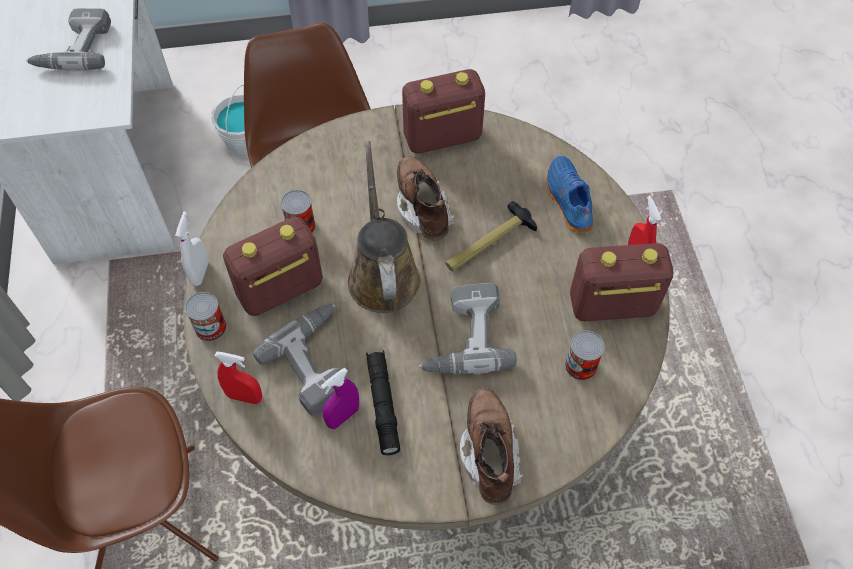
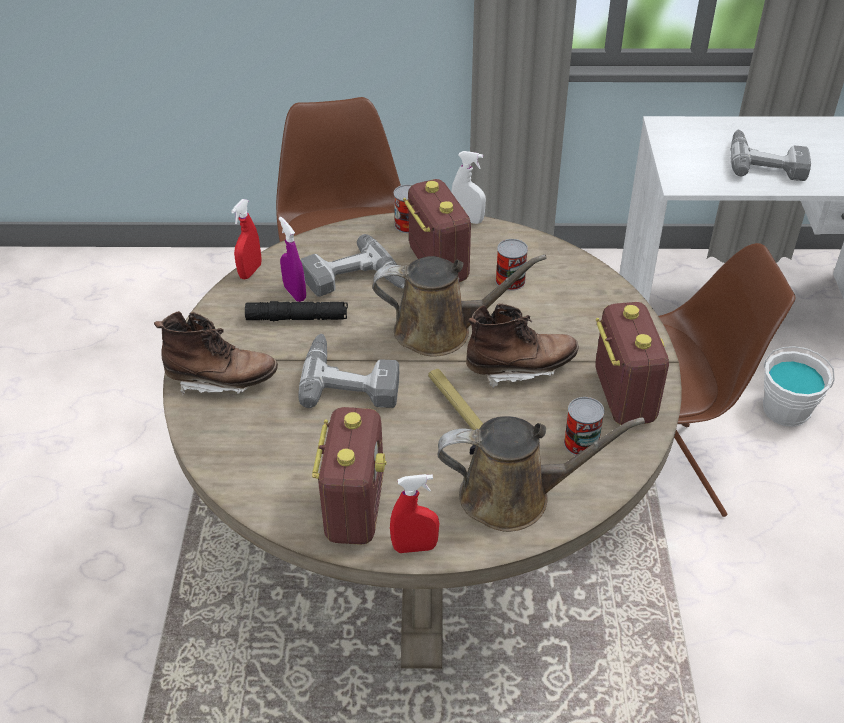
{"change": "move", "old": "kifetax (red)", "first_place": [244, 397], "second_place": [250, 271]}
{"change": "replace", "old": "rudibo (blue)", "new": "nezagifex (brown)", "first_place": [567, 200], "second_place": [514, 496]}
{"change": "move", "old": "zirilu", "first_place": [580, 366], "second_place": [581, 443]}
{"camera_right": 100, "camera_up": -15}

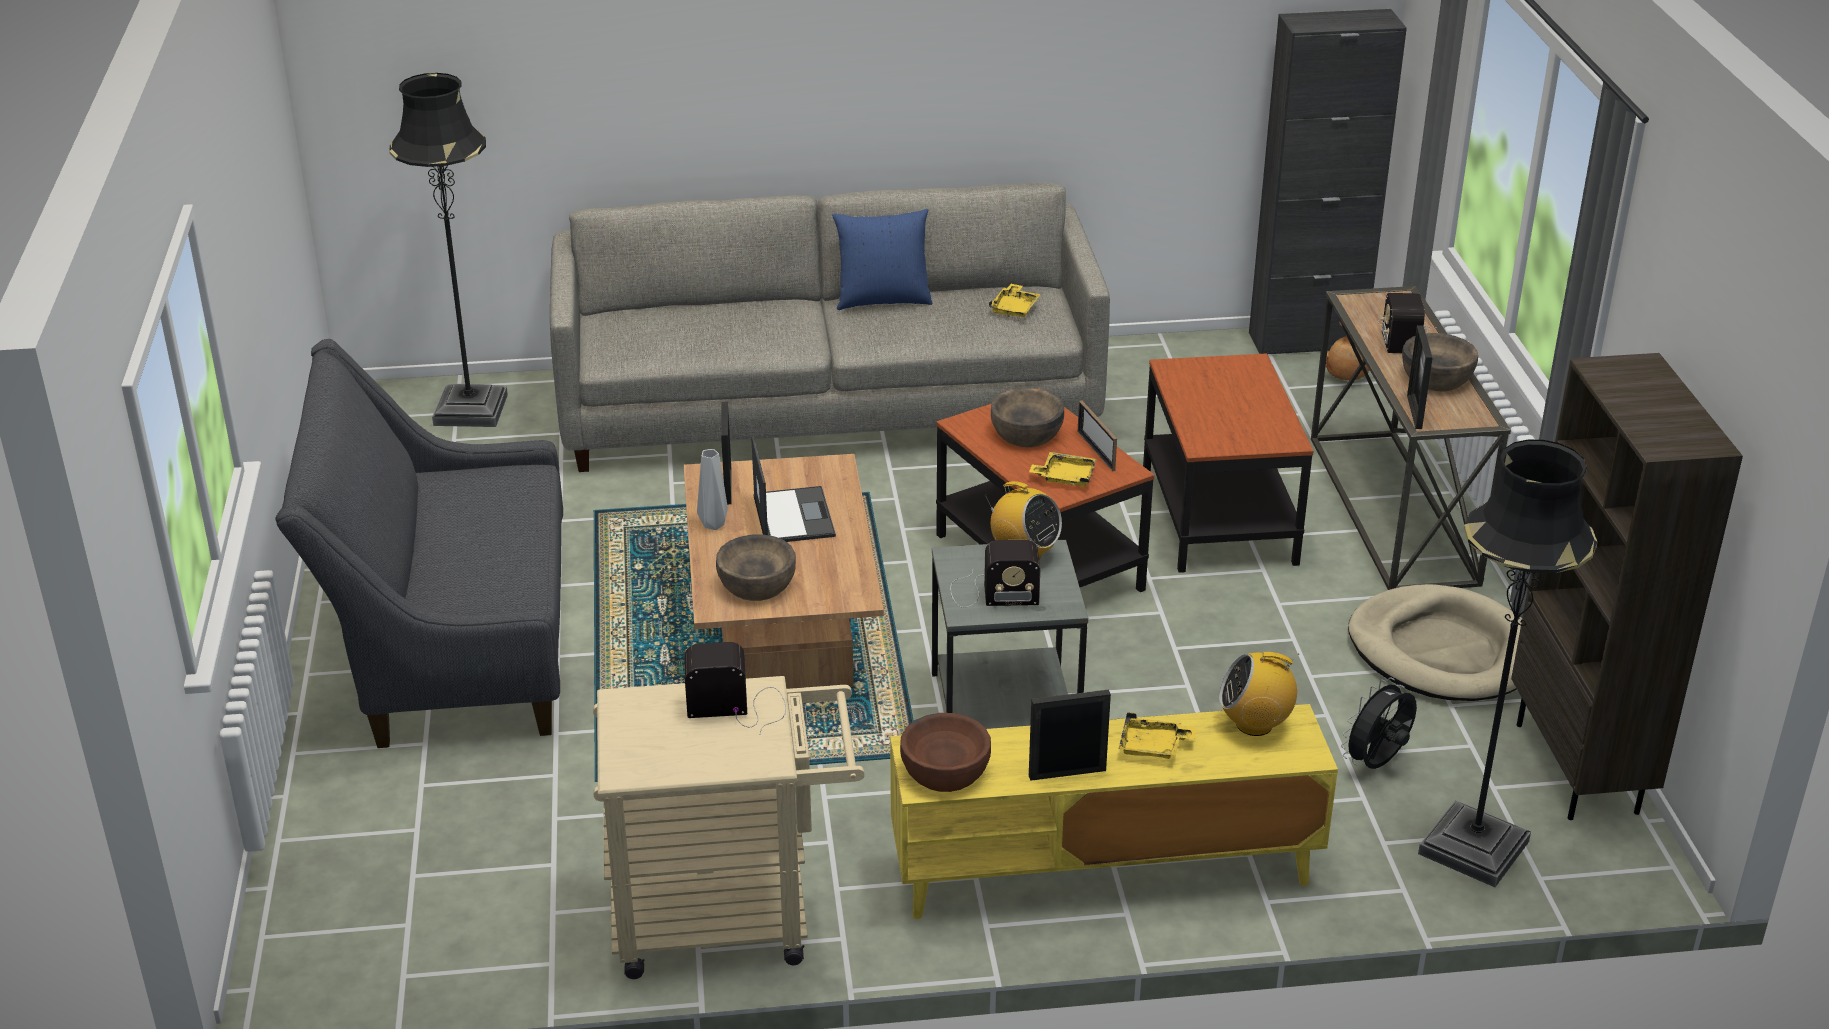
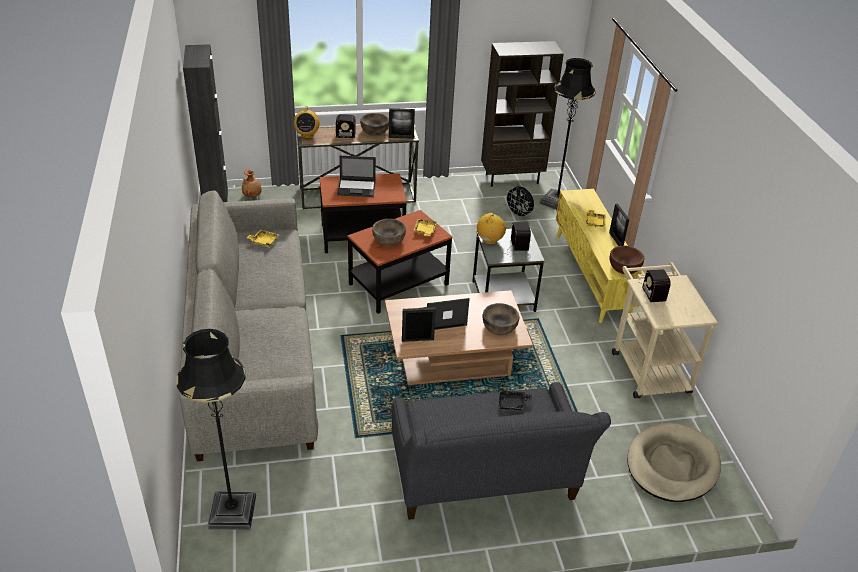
{"change": "delete", "old": "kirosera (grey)", "first_place": [715, 525]}
{"change": "delete", "old": "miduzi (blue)", "first_place": [883, 300]}
{"change": "delete", "old": "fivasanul", "first_place": [1096, 451]}
{"change": "move", "old": "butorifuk", "first_place": [1255, 724], "second_place": [307, 135]}
{"change": "move", "old": "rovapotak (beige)", "first_place": [1443, 651], "second_place": [672, 465]}
{"change": "insert", "new": "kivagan", "second_place": [357, 188]}
{"change": "insert", "new": "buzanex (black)", "second_place": [512, 404]}
{"camera_right": -95, "camera_up": 5}

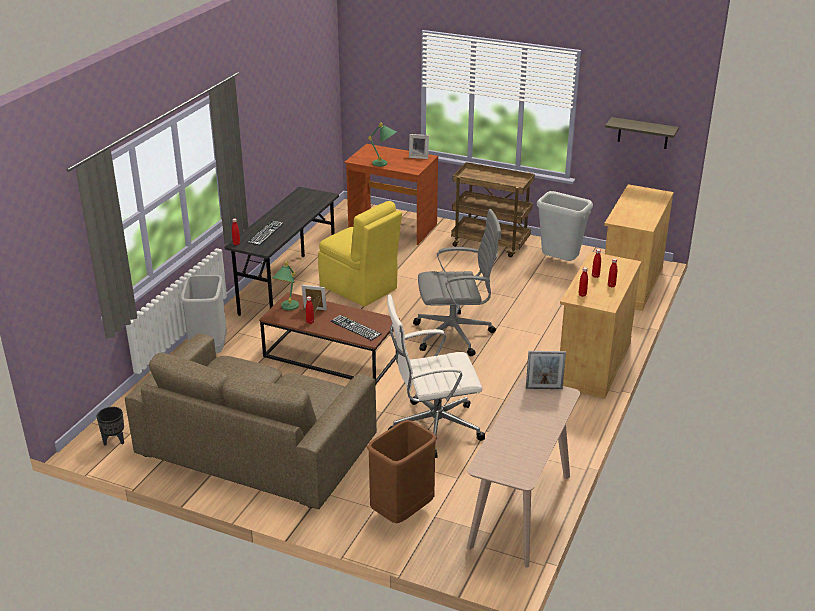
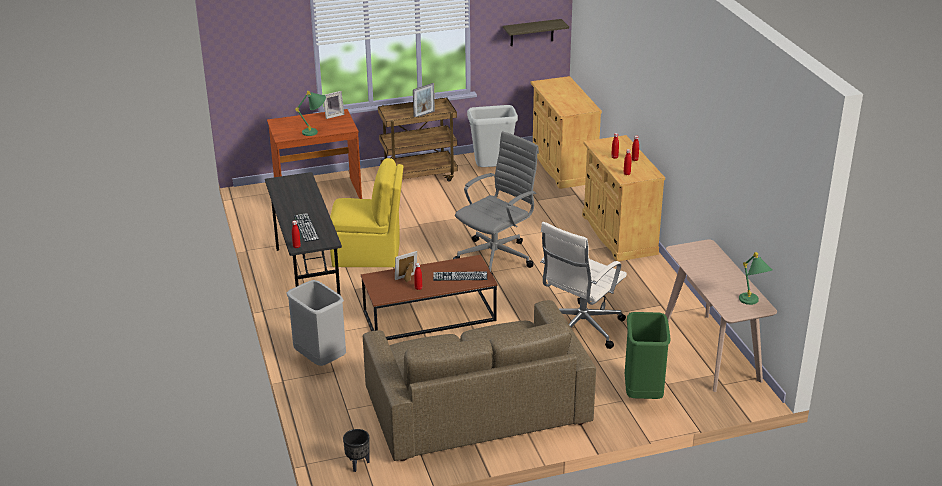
{"change": "move", "old": "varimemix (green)", "first_place": [287, 309], "second_place": [752, 303]}
{"change": "recolor", "old": "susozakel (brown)", "new": "susozakel (green)", "first_place": [402, 512], "second_place": [643, 393]}
{"change": "move", "old": "fivasanul", "first_place": [544, 388], "second_place": [424, 114]}
{"camera_right": -40, "camera_up": 0}

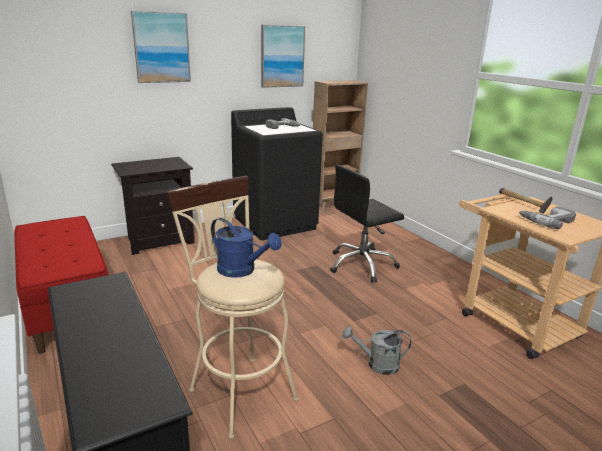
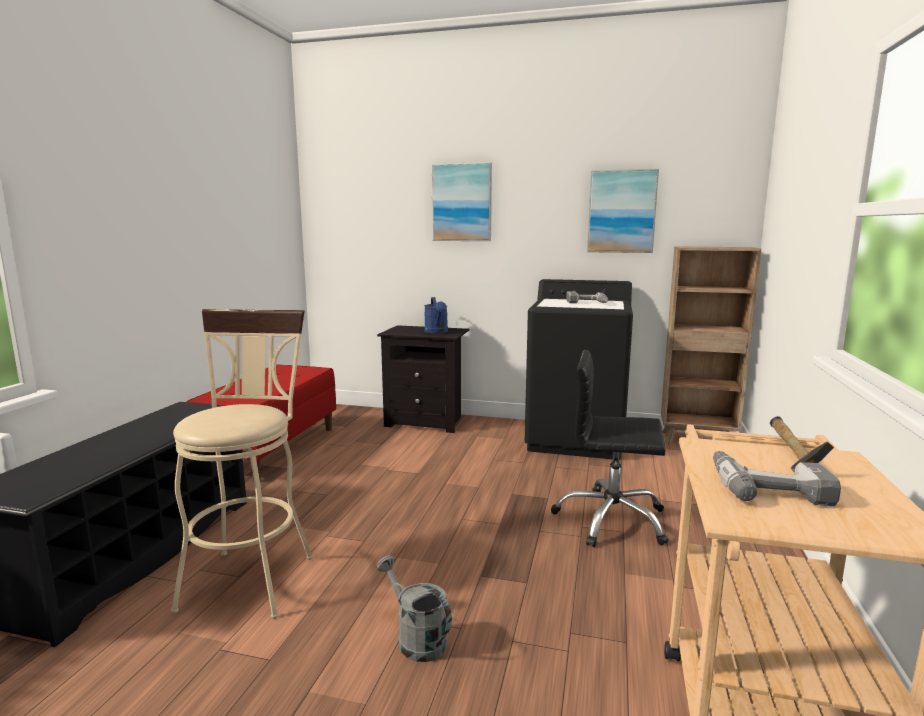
{"change": "move", "old": "nezagifex (blue)", "first_place": [242, 271], "second_place": [437, 332]}
{"camera_right": 45, "camera_up": -10}

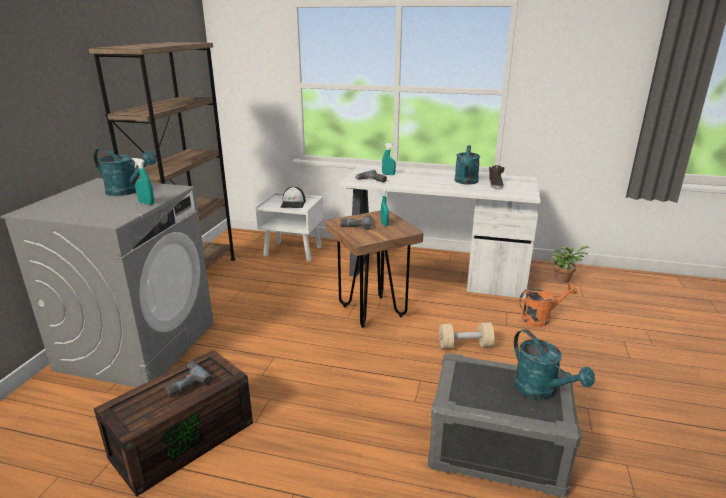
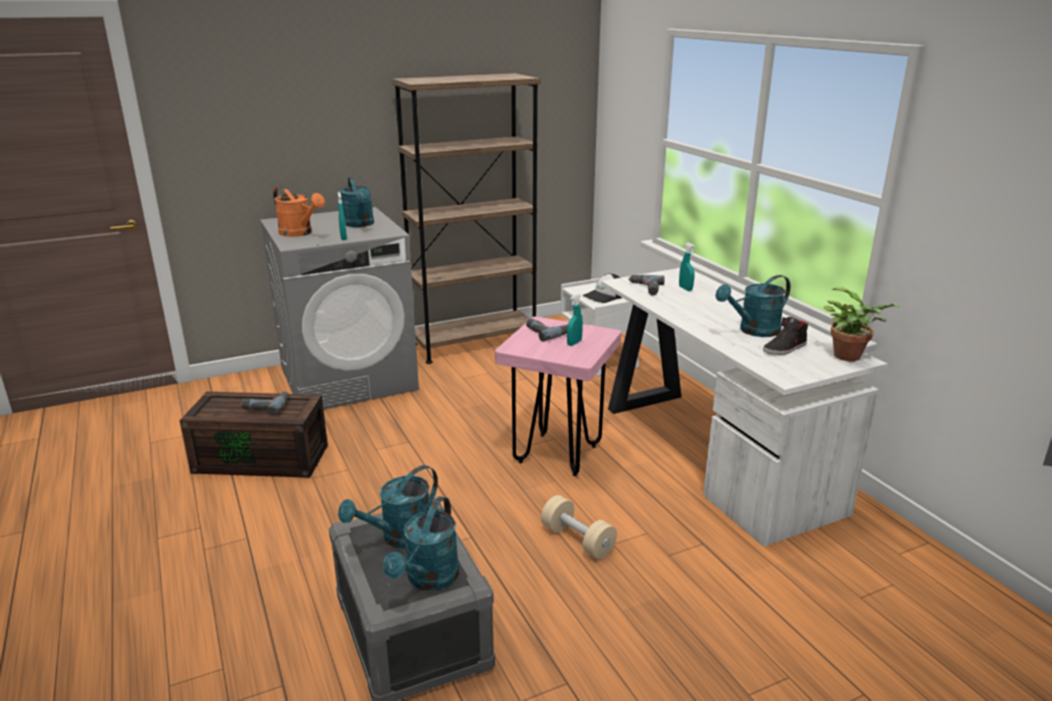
{"change": "recolor", "old": "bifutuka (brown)", "new": "bifutuka (pink)", "first_place": [372, 311], "second_place": [557, 454]}
{"change": "move", "old": "nezagifex (orange)", "first_place": [540, 318], "second_place": [300, 233]}
{"change": "move", "old": "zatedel", "first_place": [563, 279], "second_place": [851, 356]}
{"change": "insert", "new": "nezagifex (turquoise)", "second_place": [399, 537]}
{"camera_right": 50, "camera_up": 0}

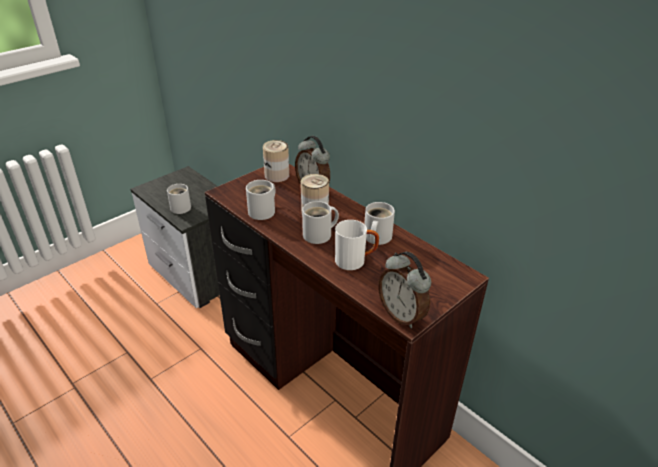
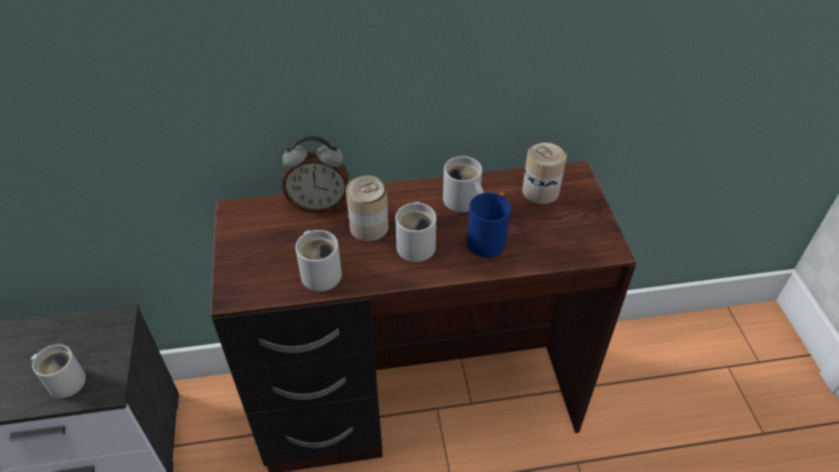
{"change": "move", "old": "zirilu", "first_place": [277, 175], "second_place": [540, 191]}
{"change": "recolor", "old": "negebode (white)", "new": "negebode (blue)", "first_place": [356, 261], "second_place": [489, 239]}
{"change": "delete", "old": "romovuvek", "first_place": [402, 315]}
{"camera_right": -55, "camera_up": 10}

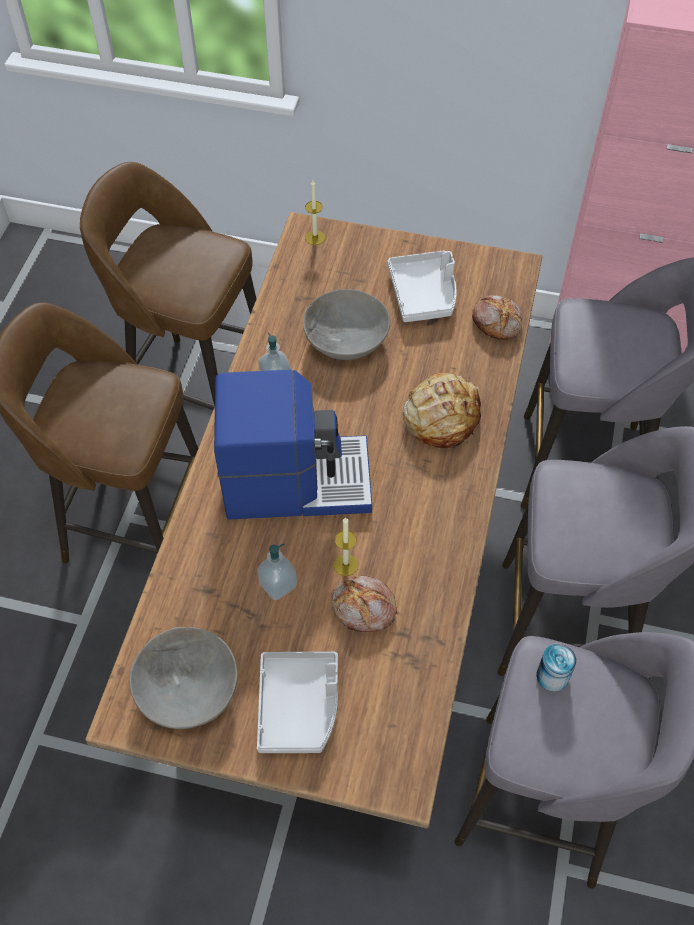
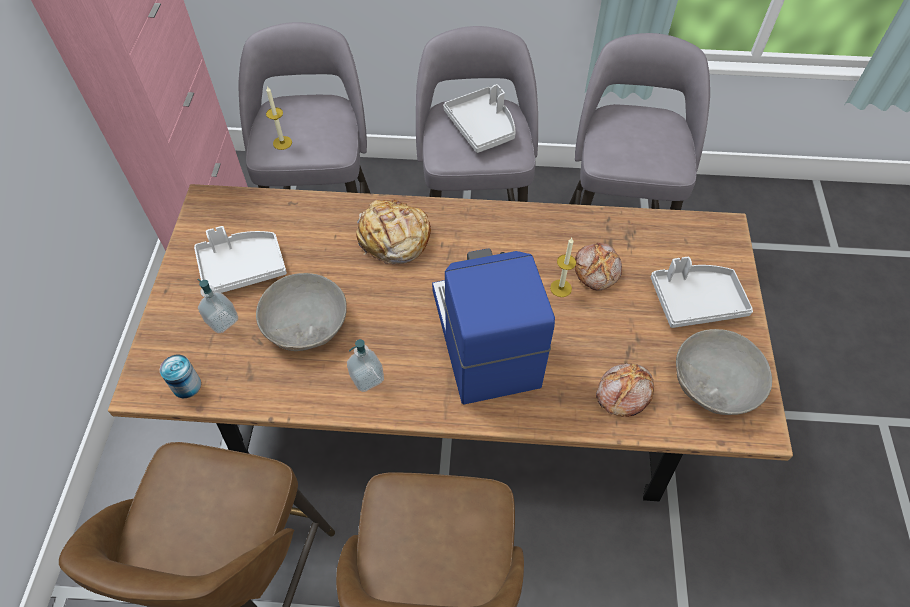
{"change": "move", "old": "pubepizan", "first_place": [278, 584], "second_place": [222, 320]}
{"change": "move", "old": "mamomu", "first_place": [315, 237], "second_place": [282, 143]}
{"change": "move", "old": "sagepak", "first_place": [497, 322], "second_place": [622, 393]}
{"change": "move", "old": "zirilu", "first_place": [552, 676], "second_place": [186, 385]}
{"change": "insert", "new": "buzanex (grey)", "second_place": [482, 127]}
{"camera_right": -100, "camera_up": 0}

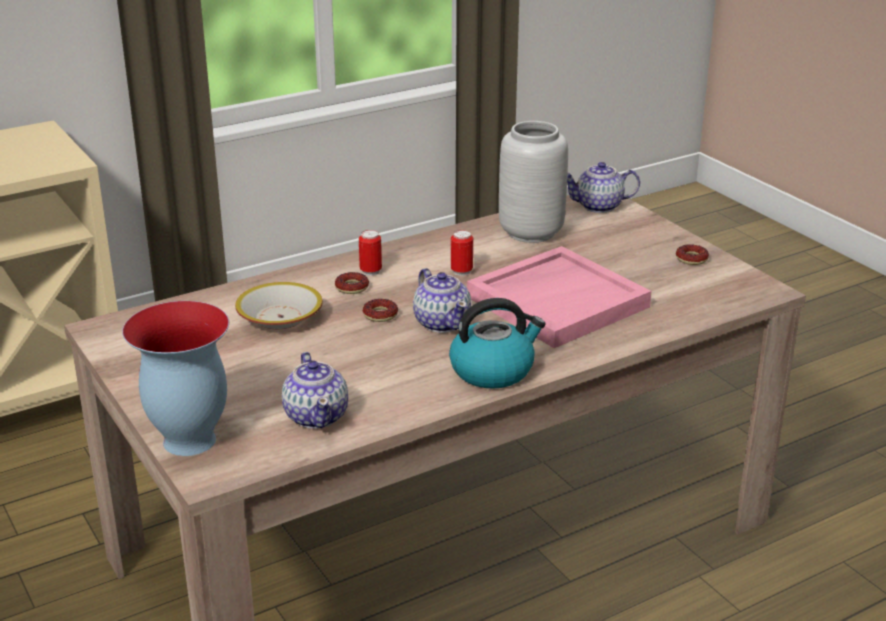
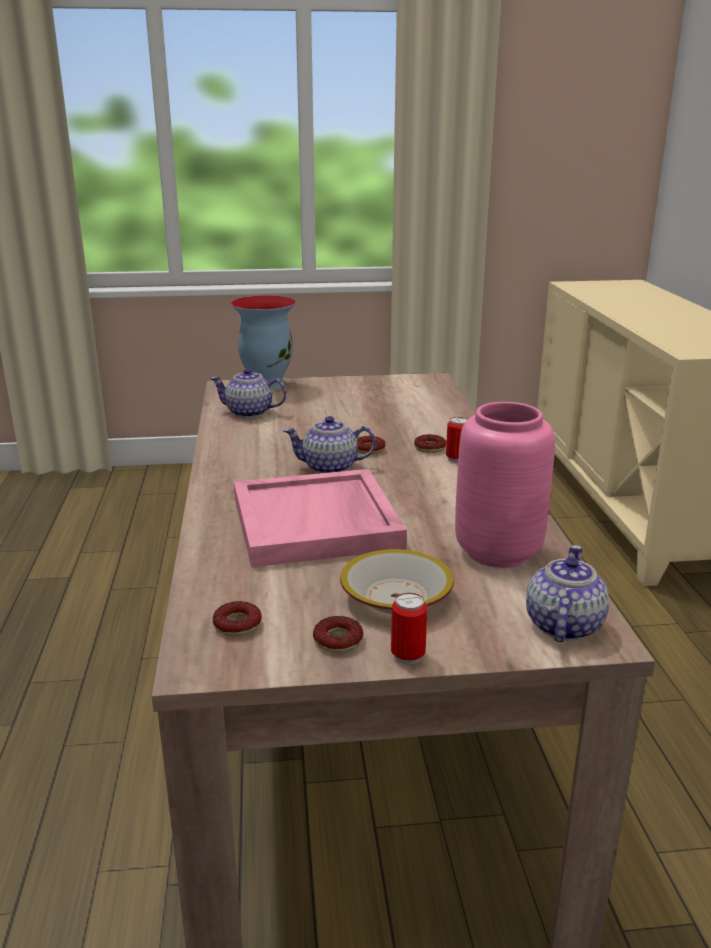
{"change": "move", "old": "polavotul", "first_place": [280, 318], "second_place": [395, 597]}
{"change": "delete", "old": "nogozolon", "first_place": [493, 370]}
{"change": "move", "old": "zirilu", "first_place": [461, 271], "second_place": [408, 656]}
{"change": "recolor", "old": "kirosera (grey)", "new": "kirosera (pink)", "first_place": [532, 232], "second_place": [498, 553]}
{"change": "insert", "new": "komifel", "second_place": [237, 625]}
{"camera_right": 115, "camera_up": -5}

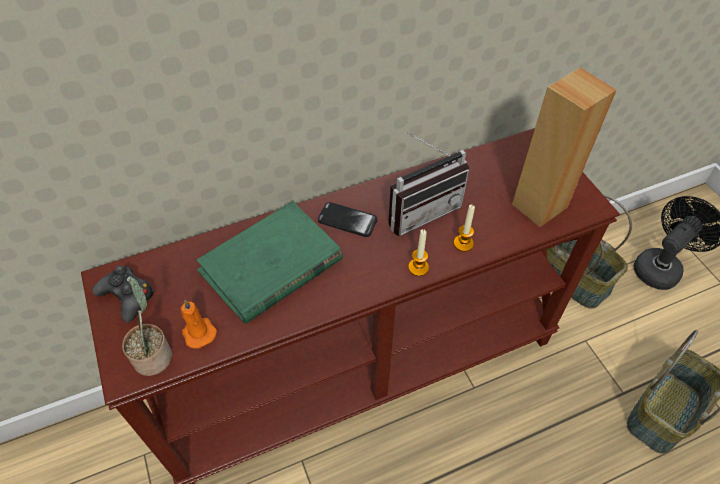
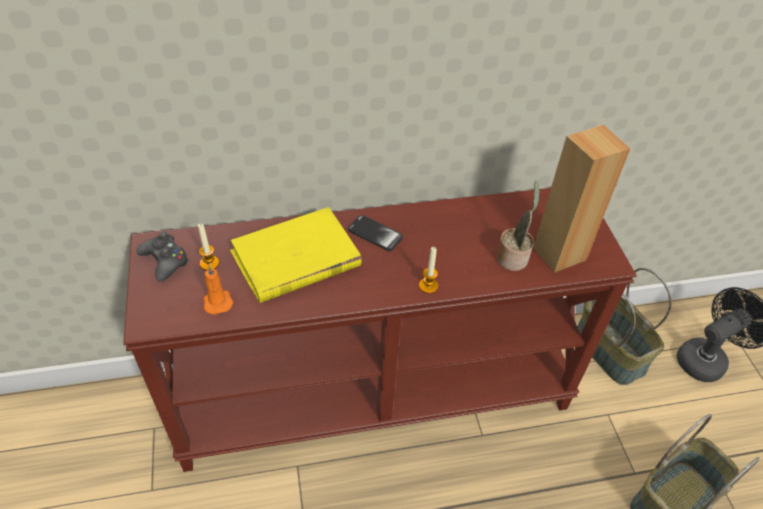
{"change": "move", "old": "zatedel", "first_place": [154, 355], "second_place": [513, 257]}
{"change": "recolor", "old": "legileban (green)", "new": "legileban (yellow)", "first_place": [270, 266], "second_place": [295, 259]}
{"change": "delete", "old": "butorifuk", "first_place": [420, 209]}
{"change": "move", "old": "mamomu", "first_place": [463, 243], "second_place": [209, 263]}
{"camera_right": 10, "camera_up": -5}

